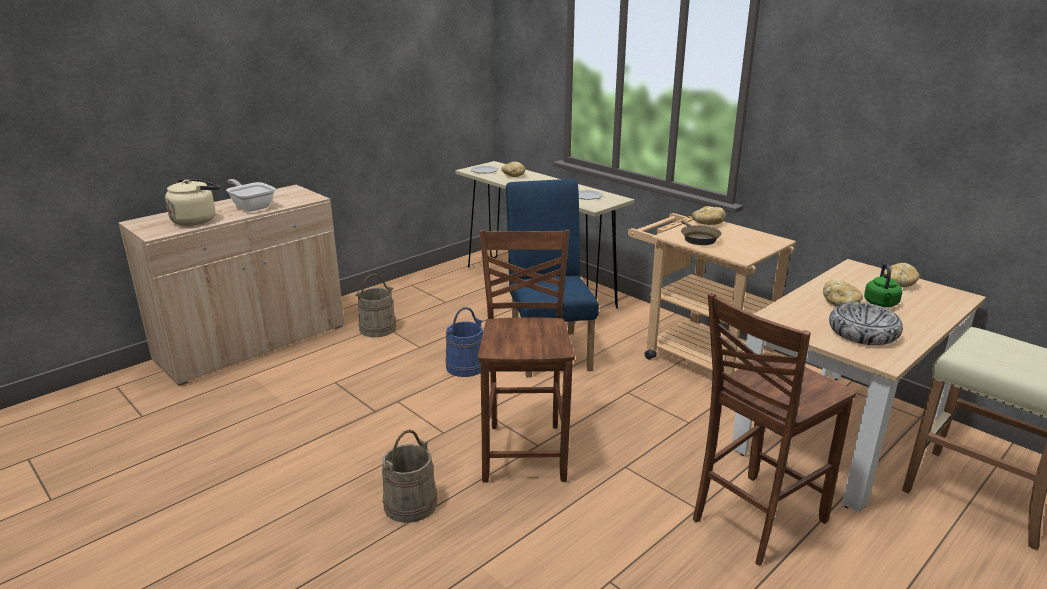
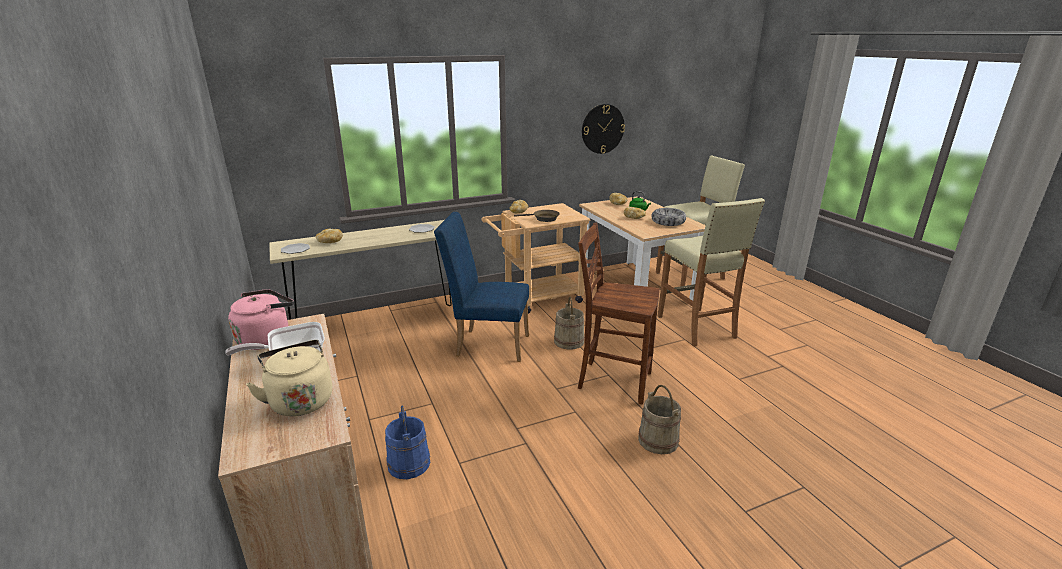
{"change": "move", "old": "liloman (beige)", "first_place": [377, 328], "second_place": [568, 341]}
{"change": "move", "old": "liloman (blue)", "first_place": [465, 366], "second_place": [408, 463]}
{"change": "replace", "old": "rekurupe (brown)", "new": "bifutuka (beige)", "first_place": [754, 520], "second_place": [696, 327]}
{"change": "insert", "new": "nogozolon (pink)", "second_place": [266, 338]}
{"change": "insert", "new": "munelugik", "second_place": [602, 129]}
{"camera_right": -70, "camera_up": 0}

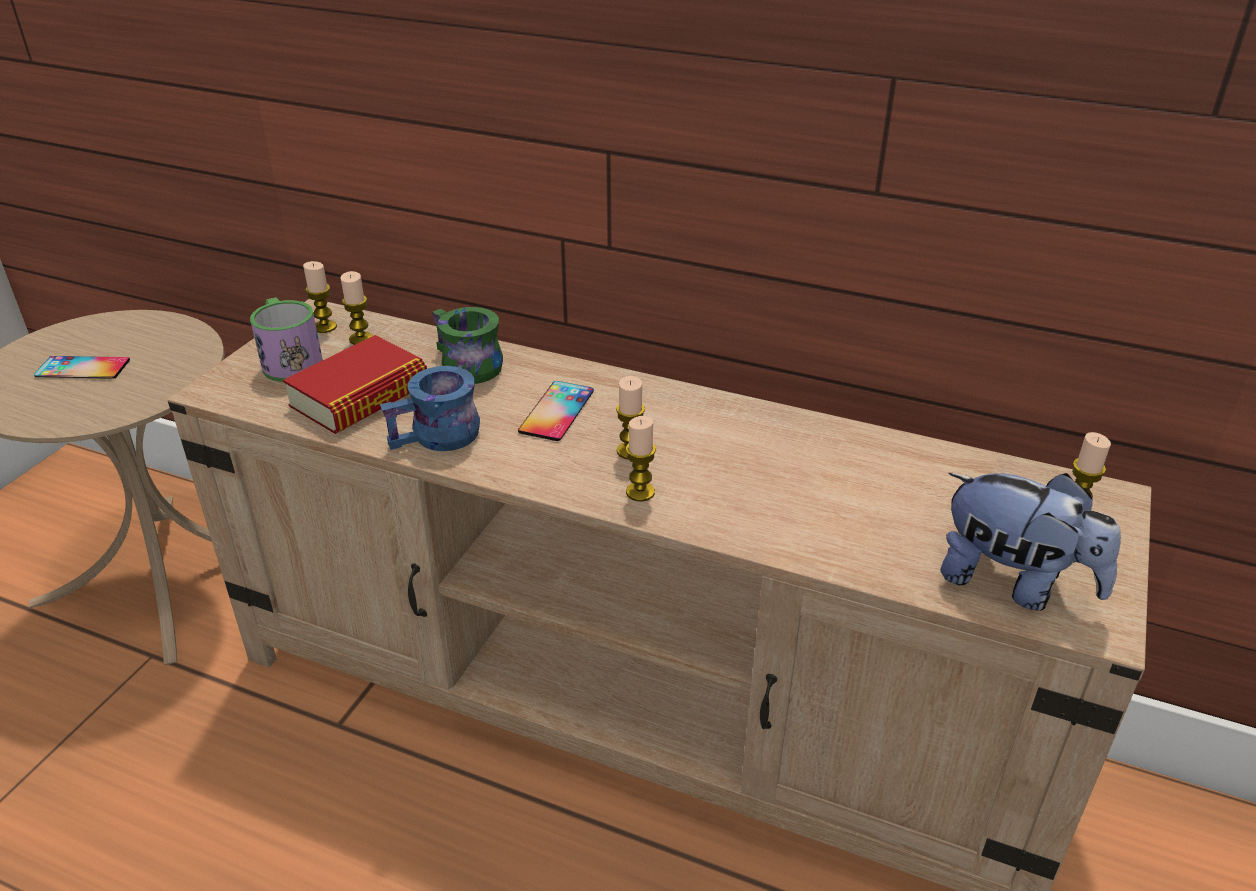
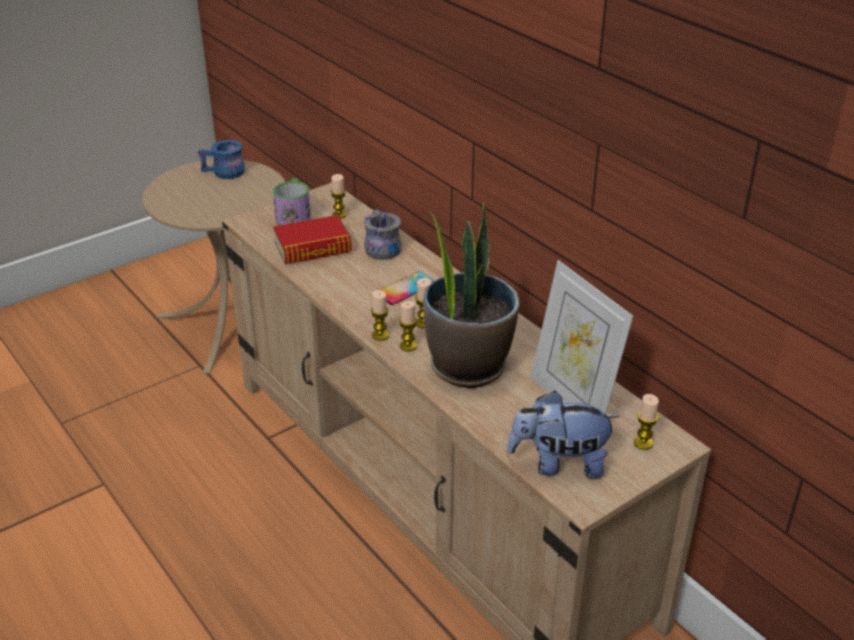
{"change": "delete", "old": "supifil", "first_place": [83, 368]}
{"change": "move", "old": "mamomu", "first_place": [325, 327], "second_place": [380, 335]}
{"change": "move", "old": "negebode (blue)", "first_place": [438, 438], "second_place": [224, 173]}
{"change": "recolor", "old": "negebode (green)", "new": "negebode (grey)", "first_place": [463, 367], "second_place": [379, 247]}
{"change": "rotate", "old": "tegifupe", "first_place": [1013, 584], "second_place": [559, 464], "degrees": 120}
{"change": "insert", "new": "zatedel", "second_place": [468, 365]}
{"change": "insert", "new": "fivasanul", "second_place": [572, 401]}
{"camera_right": 30, "camera_up": 0}

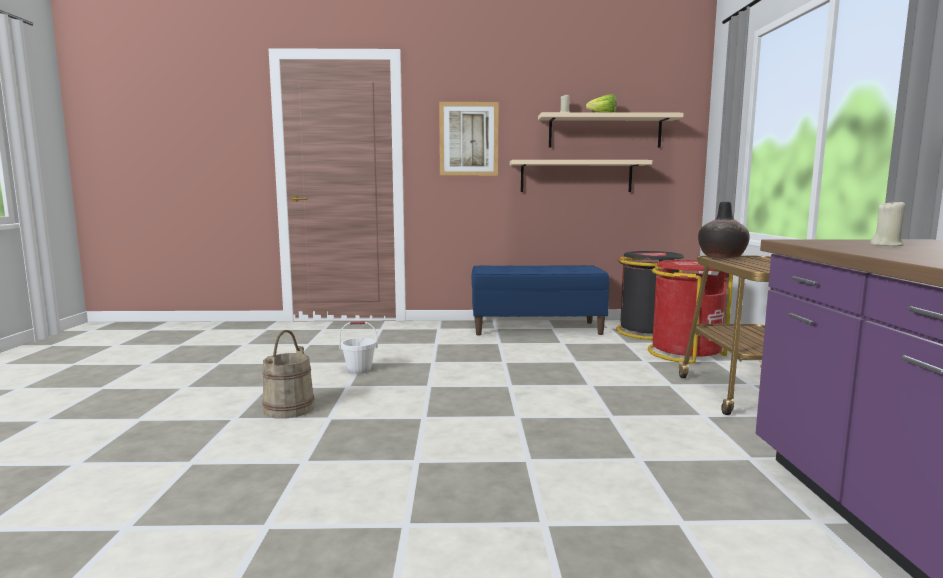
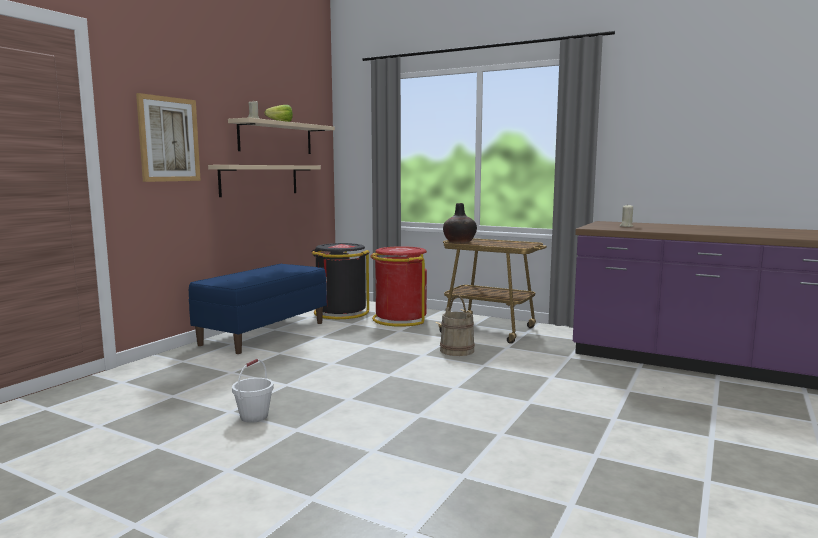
{"change": "move", "old": "liloman (beige)", "first_place": [288, 408], "second_place": [456, 350]}
{"camera_right": -60, "camera_up": 0}

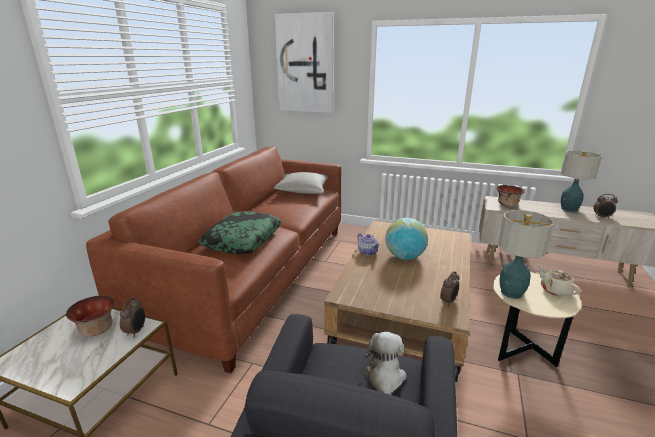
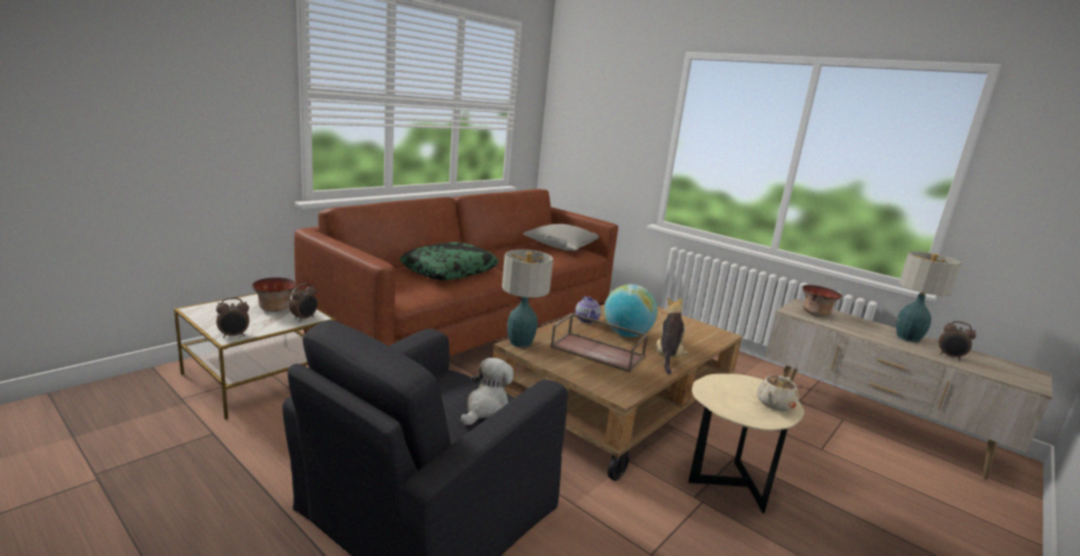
{"change": "delete", "old": "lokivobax", "first_place": [305, 64]}
{"change": "move", "old": "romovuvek", "first_place": [448, 301], "second_place": [234, 335]}
{"change": "move", "old": "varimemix", "first_place": [511, 292], "second_place": [520, 342]}
{"change": "rotate", "old": "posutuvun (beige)", "first_place": [554, 290], "second_place": [774, 404], "degrees": -135}
{"change": "insert", "new": "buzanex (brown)", "second_place": [598, 351]}
{"change": "insert", "new": "tegifupe", "second_place": [668, 357]}
{"camera_right": 20, "camera_up": -5}

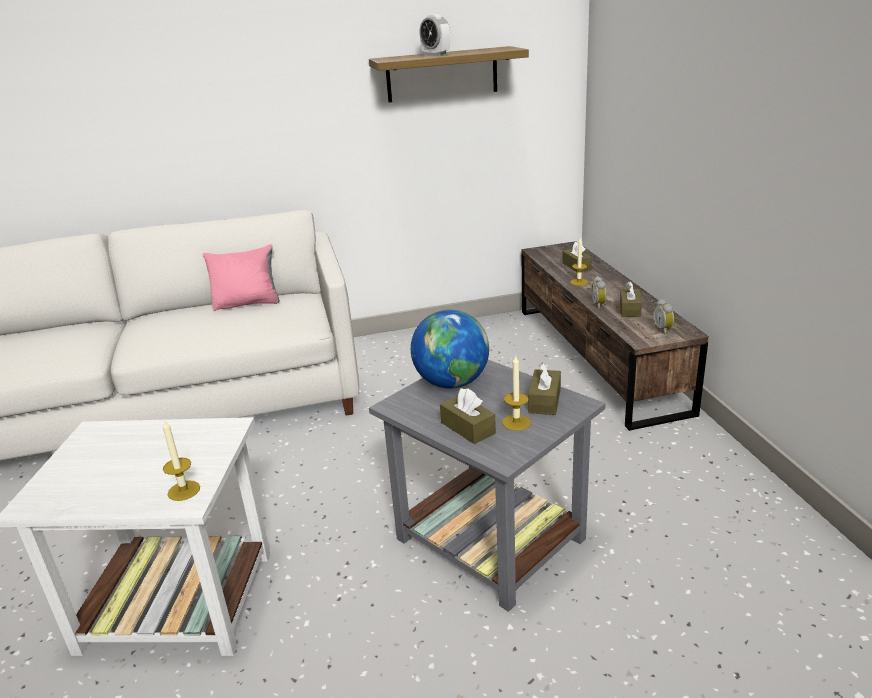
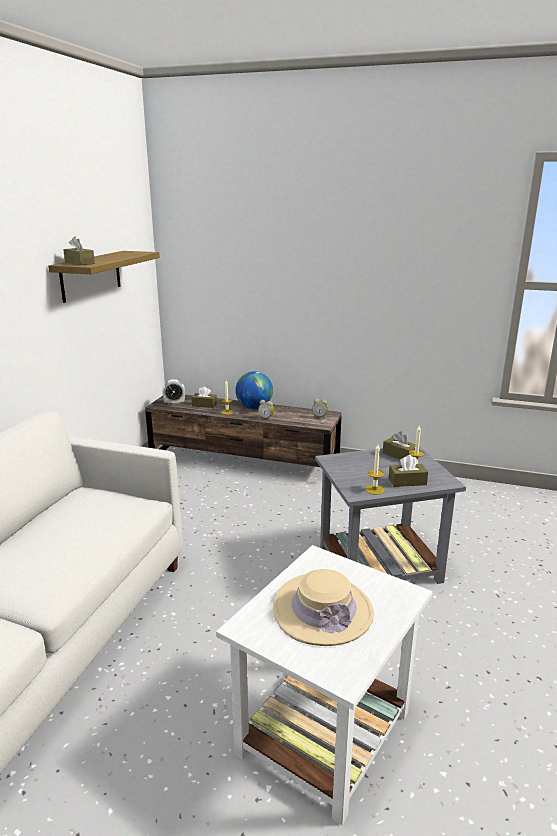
{"change": "move", "old": "mamomu", "first_place": [184, 490], "second_place": [374, 490]}
{"change": "delete", "old": "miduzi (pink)", "first_place": [247, 303]}
{"change": "move", "old": "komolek", "first_place": [451, 383], "second_place": [254, 408]}
{"change": "move", "old": "romovuvek", "first_place": [436, 55], "second_place": [174, 403]}
{"change": "move", "old": "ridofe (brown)", "first_place": [630, 309], "second_place": [79, 263]}
{"change": "insert", "new": "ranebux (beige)", "second_place": [323, 610]}
{"camera_right": -60, "camera_up": -5}

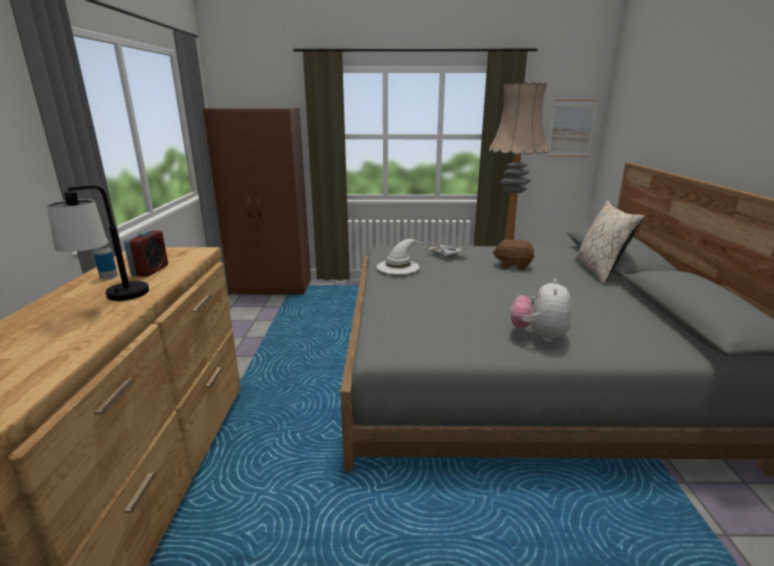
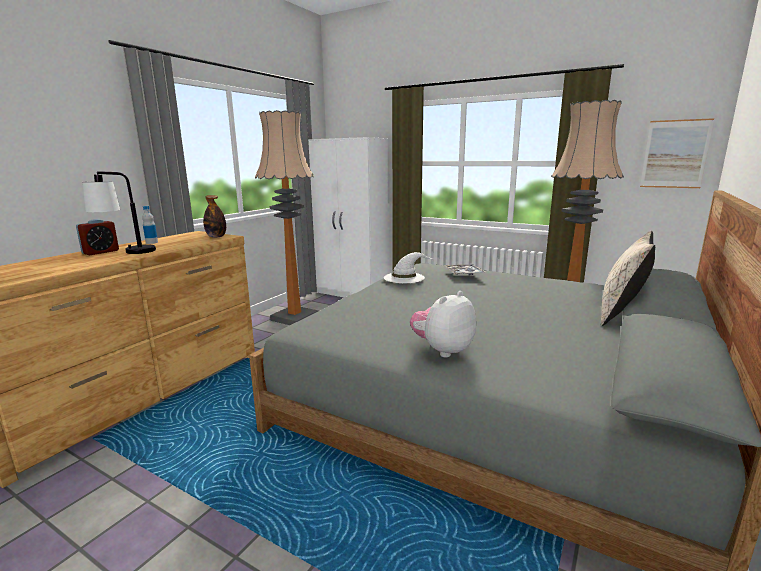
{"change": "move", "old": "romovuvek", "first_place": [150, 270], "second_place": [100, 252]}
{"change": "recolor", "old": "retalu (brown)", "new": "retalu (white)", "first_place": [270, 287], "second_place": [352, 293]}
{"change": "delete", "old": "tegifupe (brown)", "first_place": [513, 265]}
{"change": "insert", "new": "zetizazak", "second_place": [216, 237]}
{"change": "insert", "new": "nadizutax", "second_place": [295, 318]}
{"camera_right": 30, "camera_up": -5}

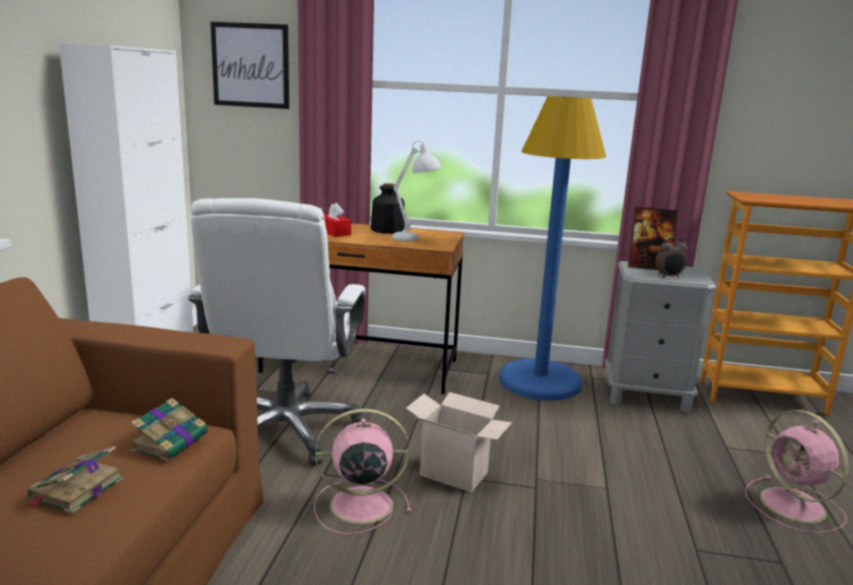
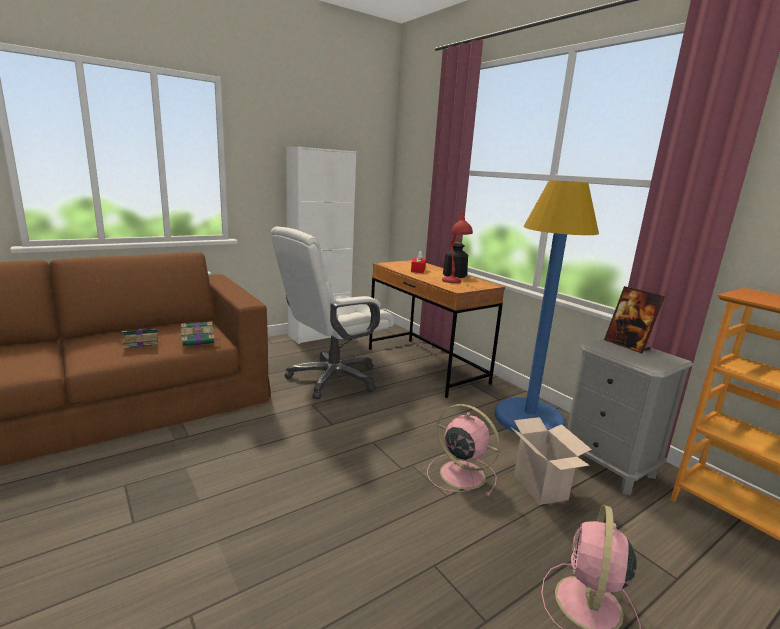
{"change": "delete", "old": "lokivobax", "first_place": [250, 65]}
{"change": "move", "old": "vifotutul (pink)", "first_place": [358, 505], "second_place": [460, 473]}
{"change": "recolor", "old": "varimemix (white)", "new": "varimemix (red)", "first_place": [414, 240], "second_place": [453, 283]}
{"change": "move", "old": "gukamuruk", "first_place": [456, 474], "second_place": [542, 488]}
{"change": "delete", "old": "romovuvek", "first_place": [669, 277]}
{"camera_right": 45, "camera_up": 0}

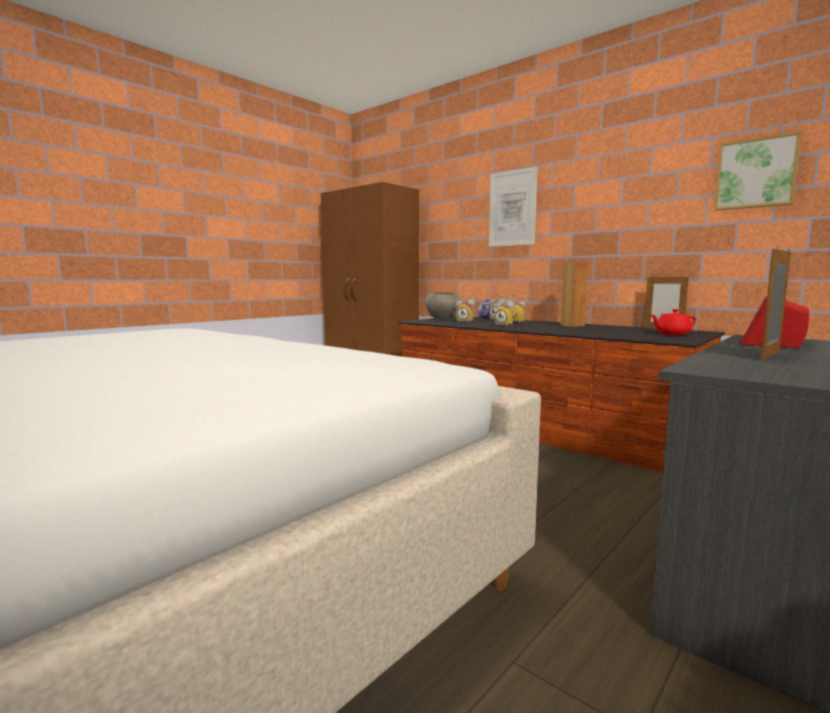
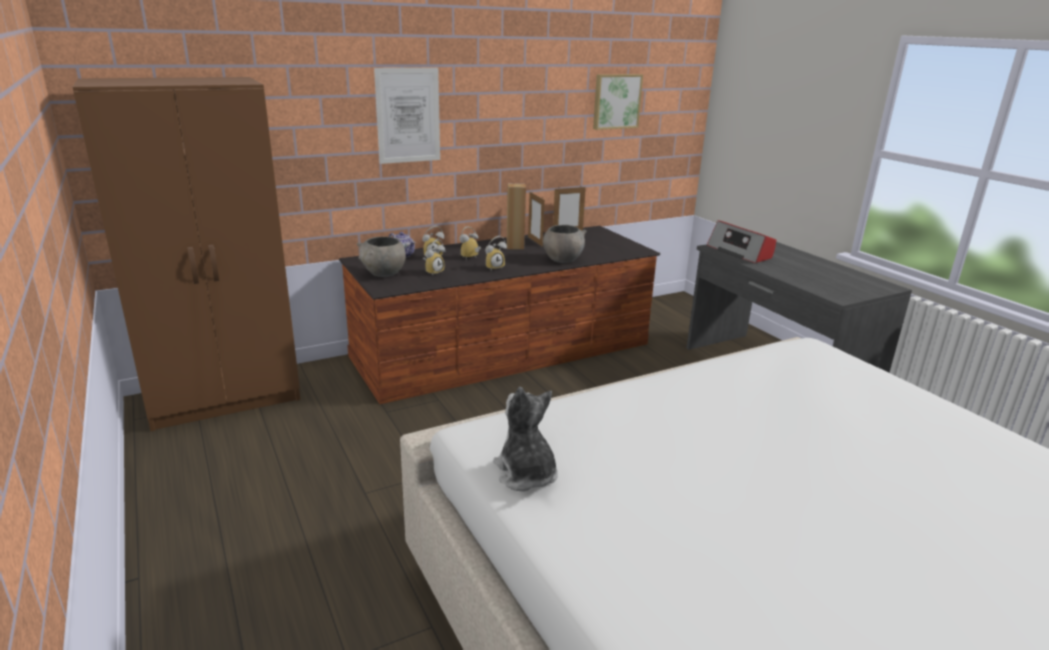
{"change": "delete", "old": "posutuvun (red)", "first_place": [672, 334]}
{"change": "move", "old": "fivasanul", "first_place": [770, 356], "second_place": [535, 241]}
{"change": "insert", "new": "tegifupe", "second_place": [526, 474]}
{"change": "insert", "new": "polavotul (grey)", "second_place": [562, 259]}
{"camera_right": -70, "camera_up": 15}

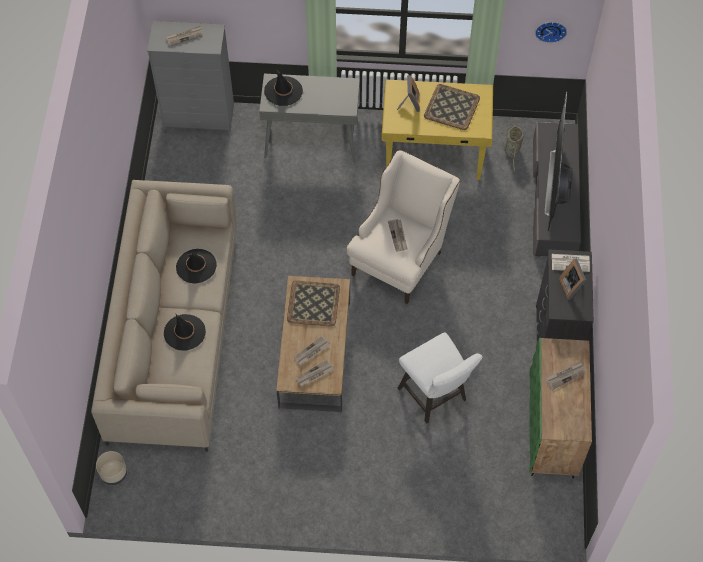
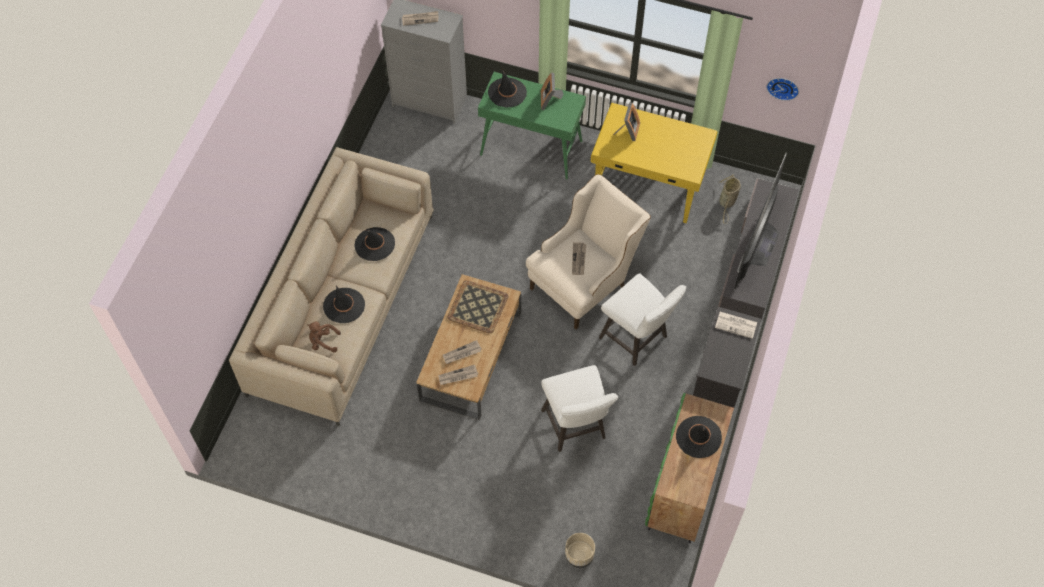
{"change": "move", "old": "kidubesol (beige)", "first_place": [113, 473], "second_place": [579, 555]}
{"change": "recolor", "old": "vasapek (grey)", "new": "vasapek (green)", "first_place": [312, 140], "second_place": [532, 148]}
{"change": "delete", "old": "buzanex", "first_place": [451, 106]}
{"change": "replace", "old": "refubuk", "new": "ranebux (black)", "first_place": [565, 375], "second_place": [698, 437]}
{"change": "move", "old": "fivasanul", "first_place": [572, 286], "second_place": [550, 100]}
{"change": "insert", "new": "tegifupe (brown)", "second_place": [323, 342]}
{"change": "insert", "new": "bifutuka (white)", "second_place": [637, 339]}
{"camera_right": 15, "camera_up": 0}

